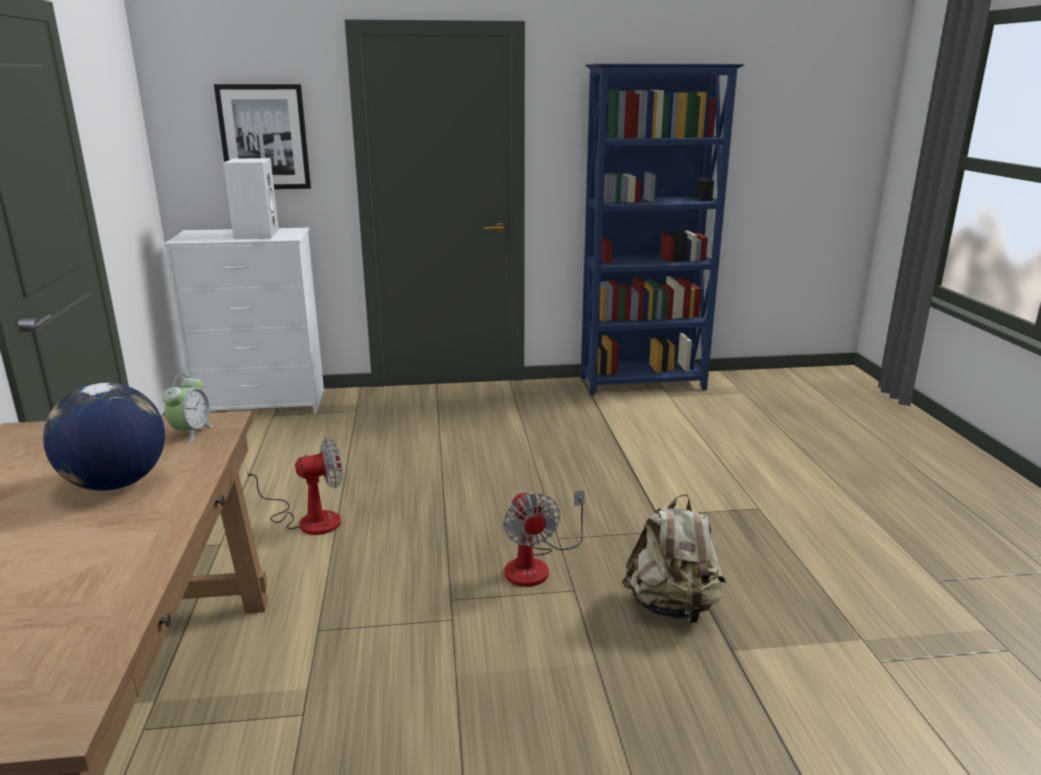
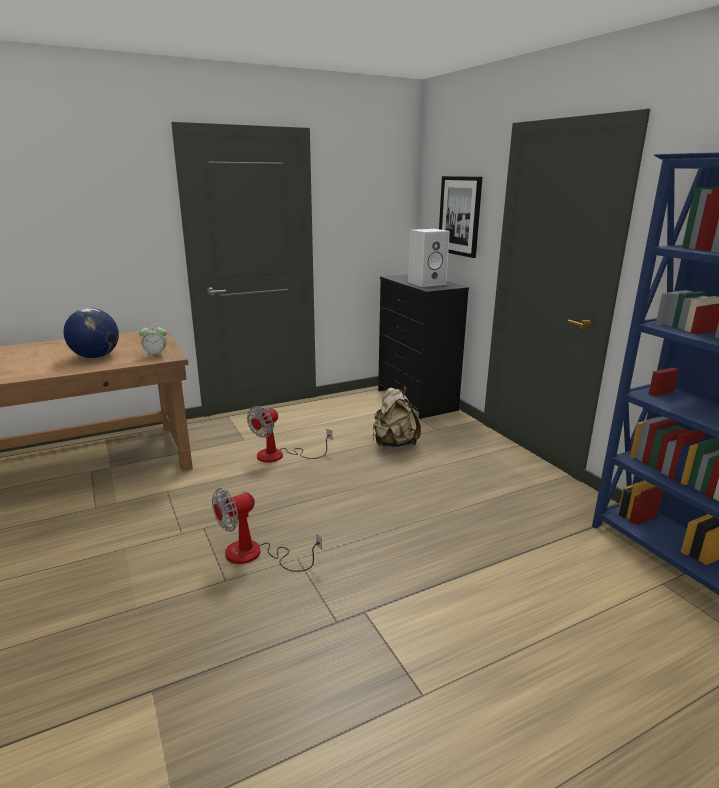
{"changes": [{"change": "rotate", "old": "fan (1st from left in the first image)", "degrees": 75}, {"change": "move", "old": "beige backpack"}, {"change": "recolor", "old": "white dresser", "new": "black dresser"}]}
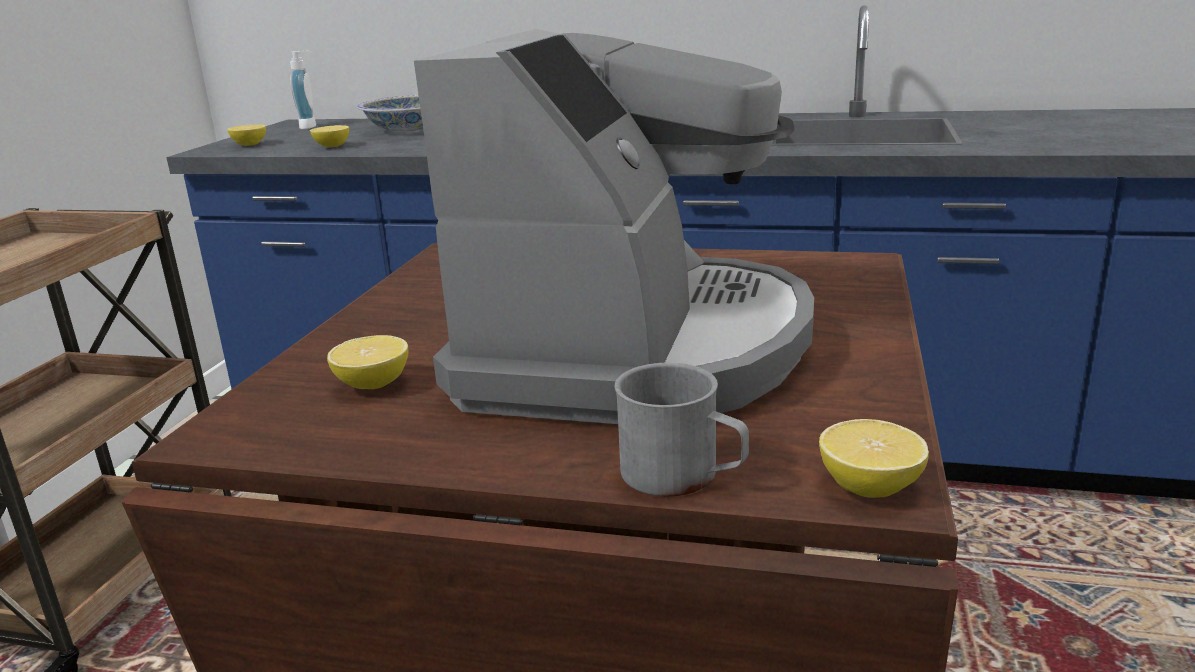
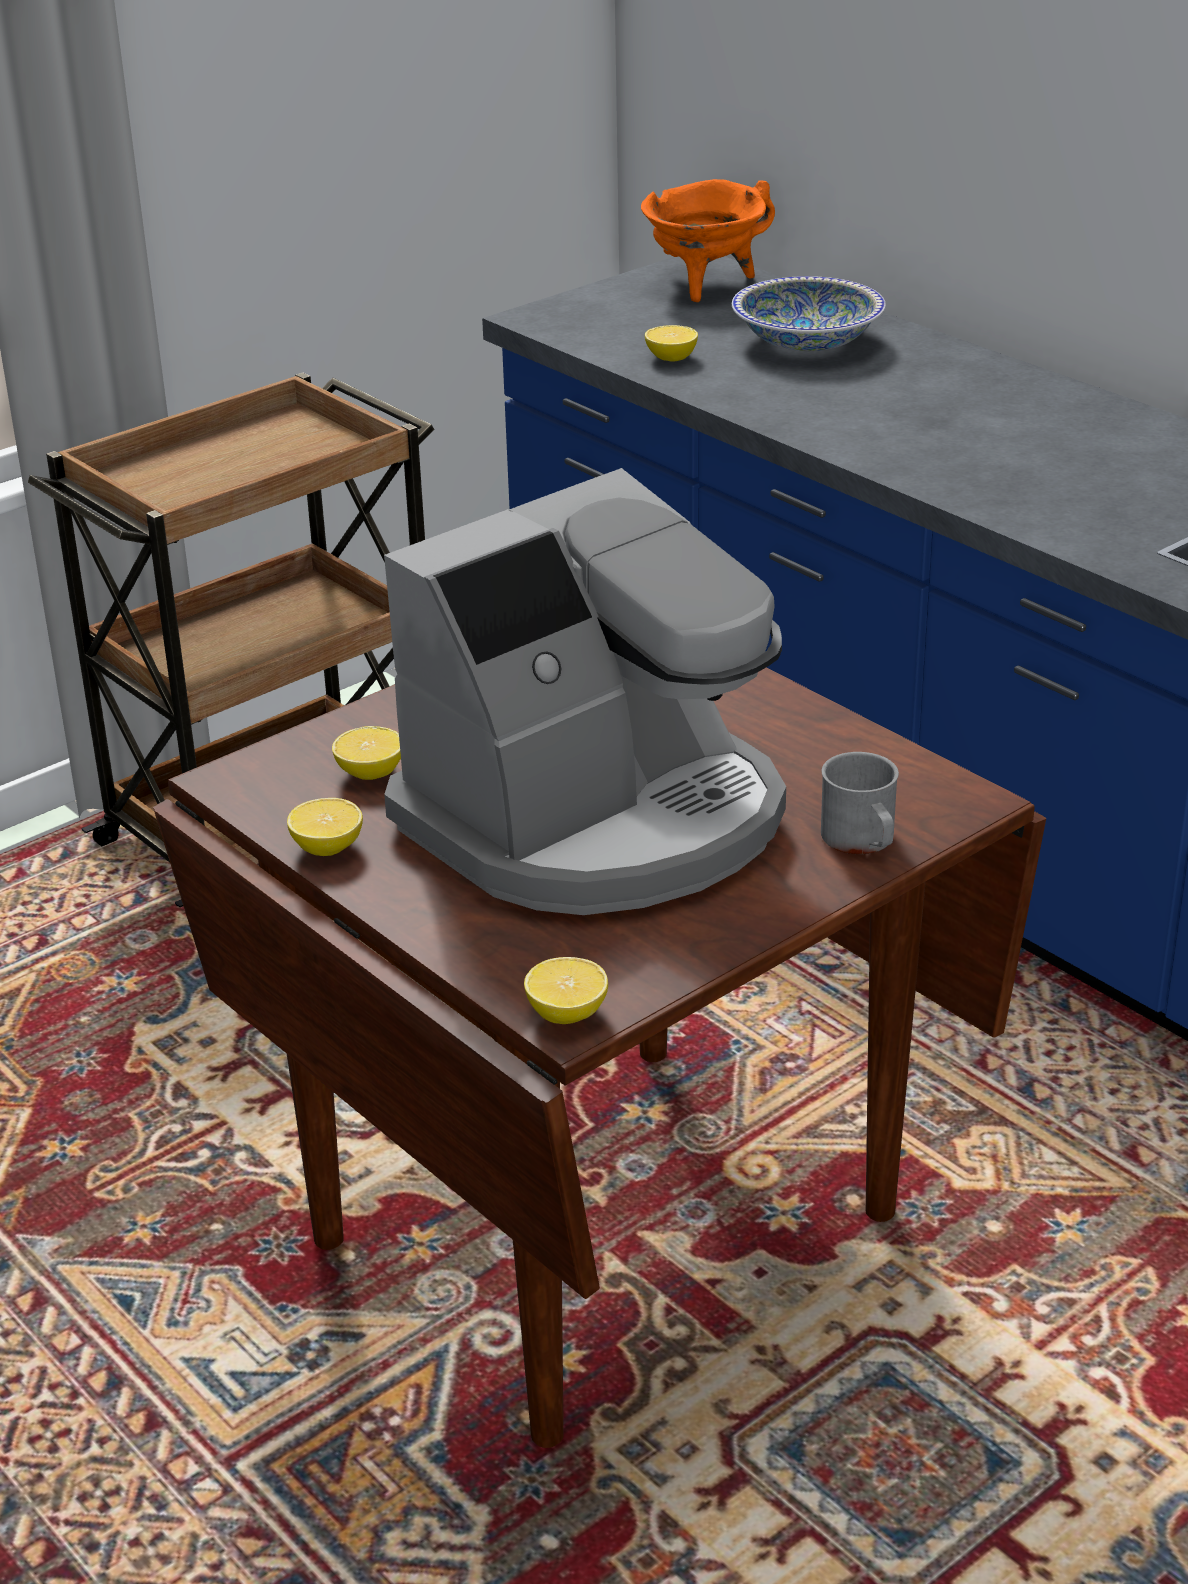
{"changes": [{"change": "move", "old": "lemon (1st from left)"}, {"change": "replace", "old": "soap dispenser", "new": "orange cooking pot"}, {"change": "move", "old": "grey mug"}]}
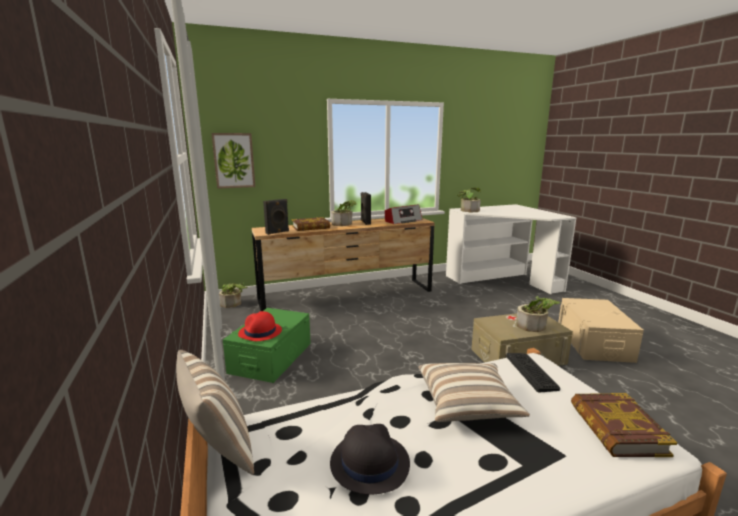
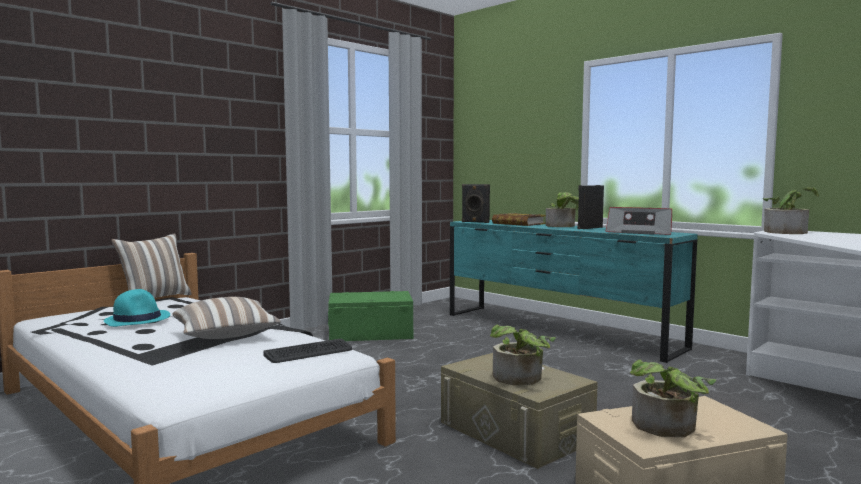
{"changes": [{"change": "recolor", "old": "black hat", "new": "turquoise hat"}, {"change": "recolor", "old": "brown dresser", "new": "turquoise dresser"}, {"change": "move", "old": "potted plant (1st from left in the first image)", "new": "potted plant (3rd from left)"}, {"change": "delete", "old": "picture"}, {"change": "delete", "old": "red hat"}, {"change": "delete", "old": "book (2nd from left)"}]}
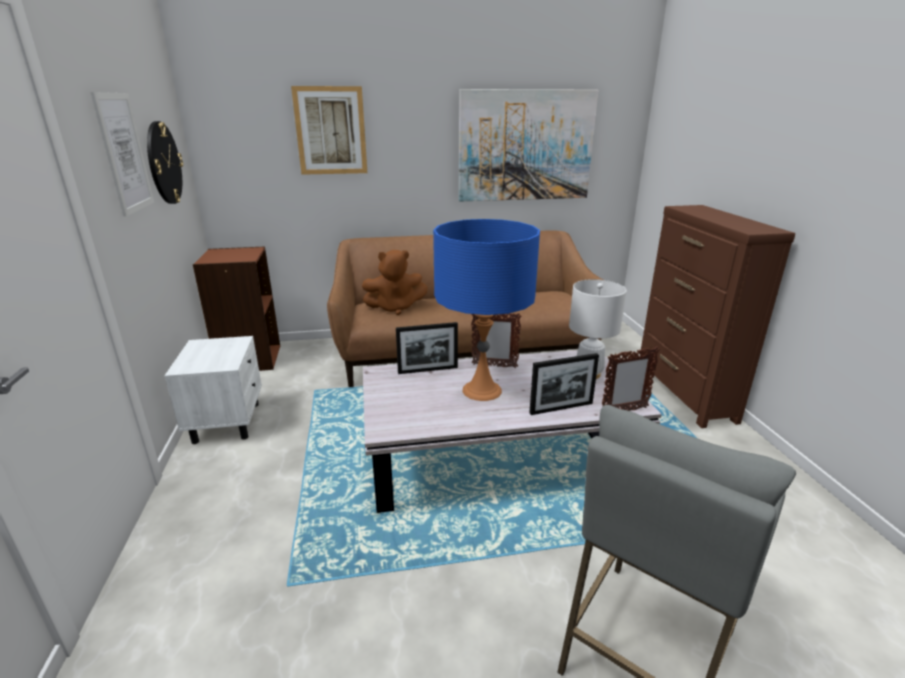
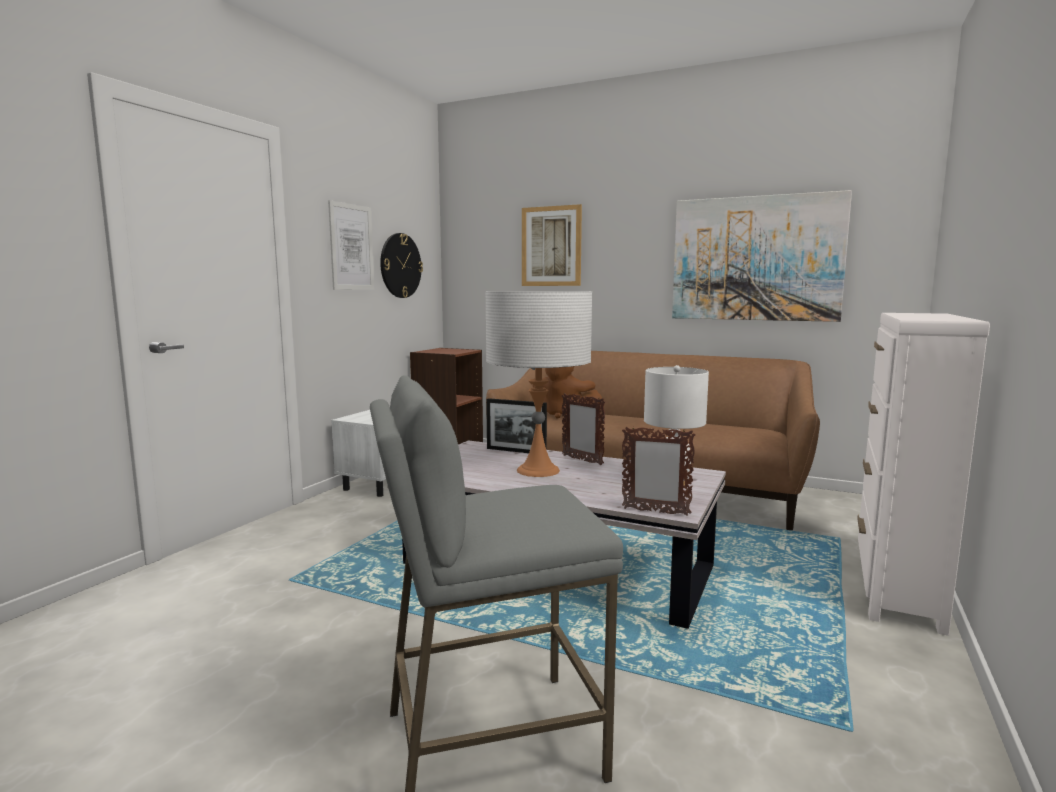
{"changes": [{"change": "recolor", "old": "blue table lamp", "new": "white table lamp (1st from left)"}, {"change": "recolor", "old": "brown dresser", "new": "white dresser"}, {"change": "delete", "old": "picture frame (3rd from left)"}]}
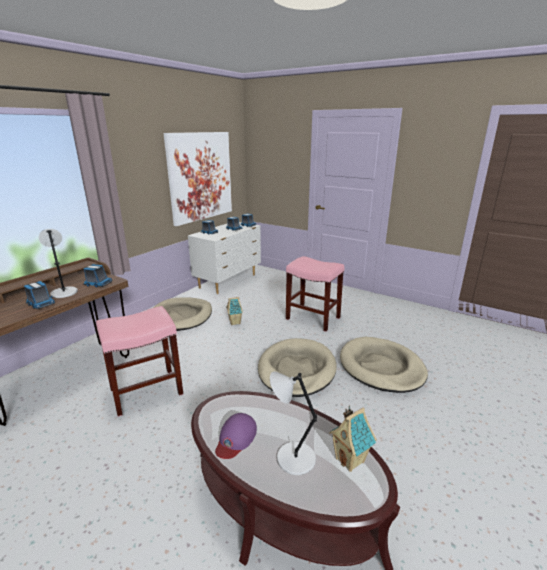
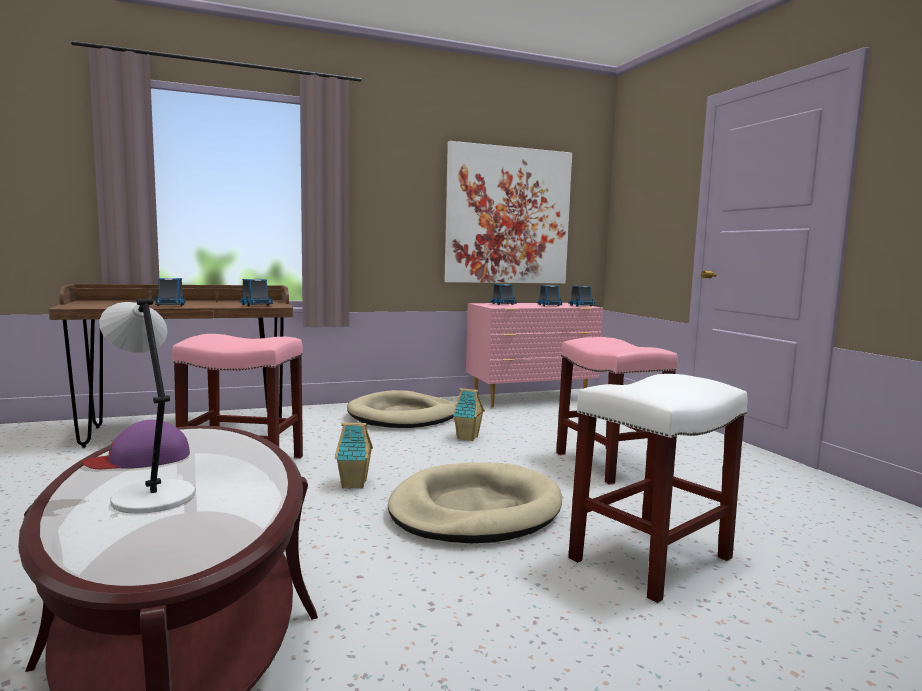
{"changes": [{"change": "move", "old": "toy house (2nd from left in the first image)", "new": "toy house (1st from left)"}, {"change": "recolor", "old": "white dresser", "new": "pink dresser"}, {"change": "replace", "old": "beige dog bed (3rd from left)", "new": "white stool"}, {"change": "delete", "old": "grey table lamp (1st from left)"}]}
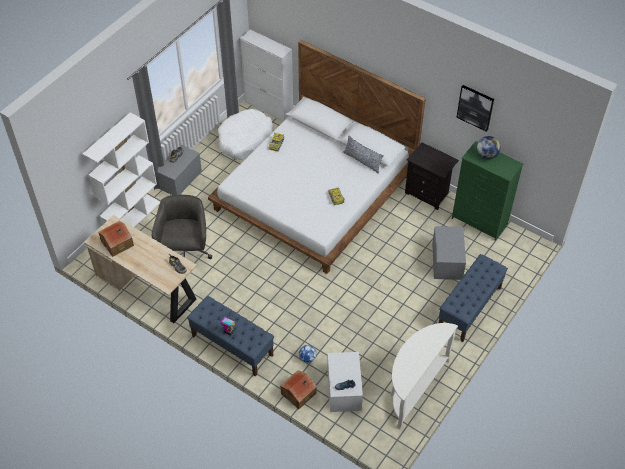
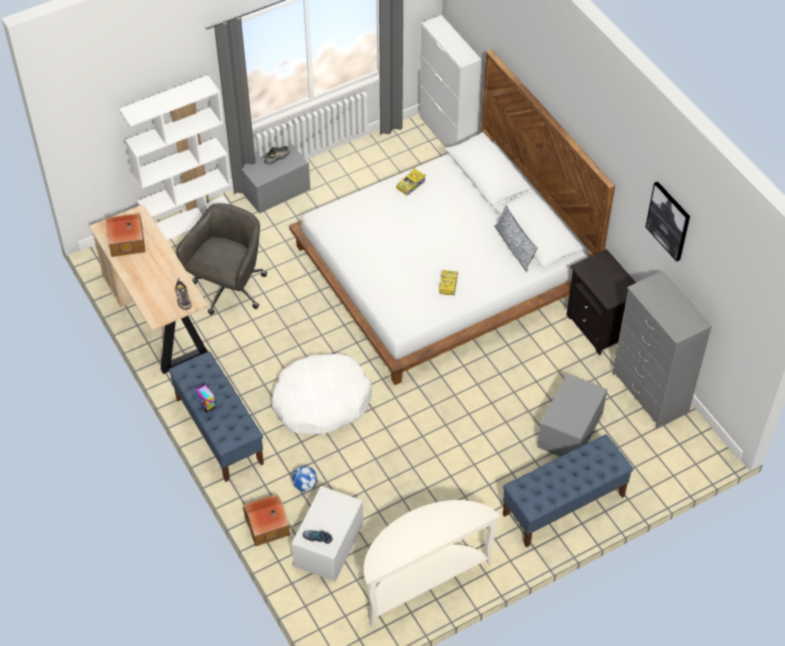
{"changes": [{"change": "move", "old": "white dog bed"}, {"change": "recolor", "old": "green dresser", "new": "grey dresser"}, {"change": "delete", "old": "globe"}]}
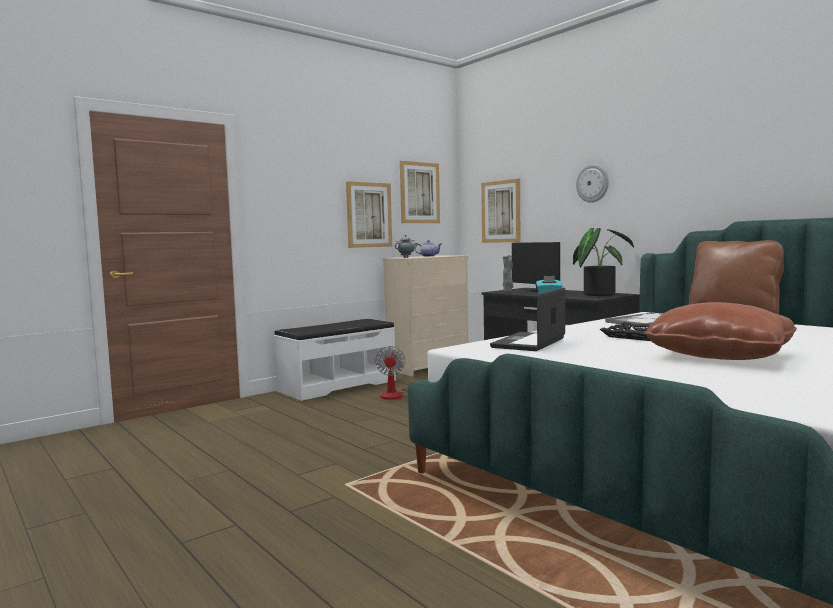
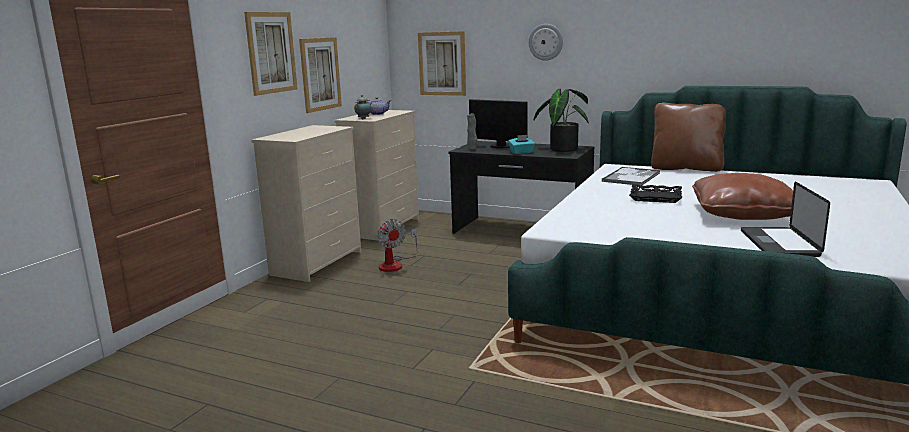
{"changes": [{"change": "move", "old": "picture (2nd from left in the first image)", "new": "picture (1st from left)"}, {"change": "replace", "old": "white bench", "new": "beige dresser (1st from left)"}, {"change": "move", "old": "laptop"}]}
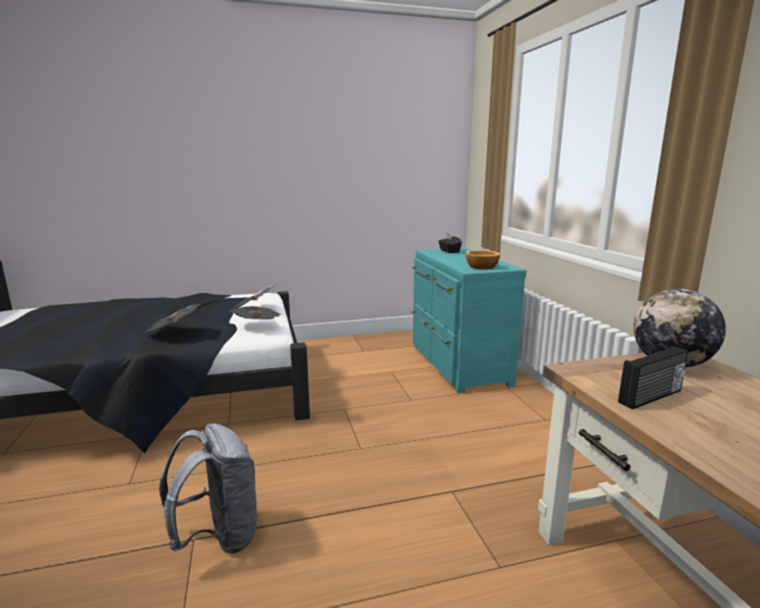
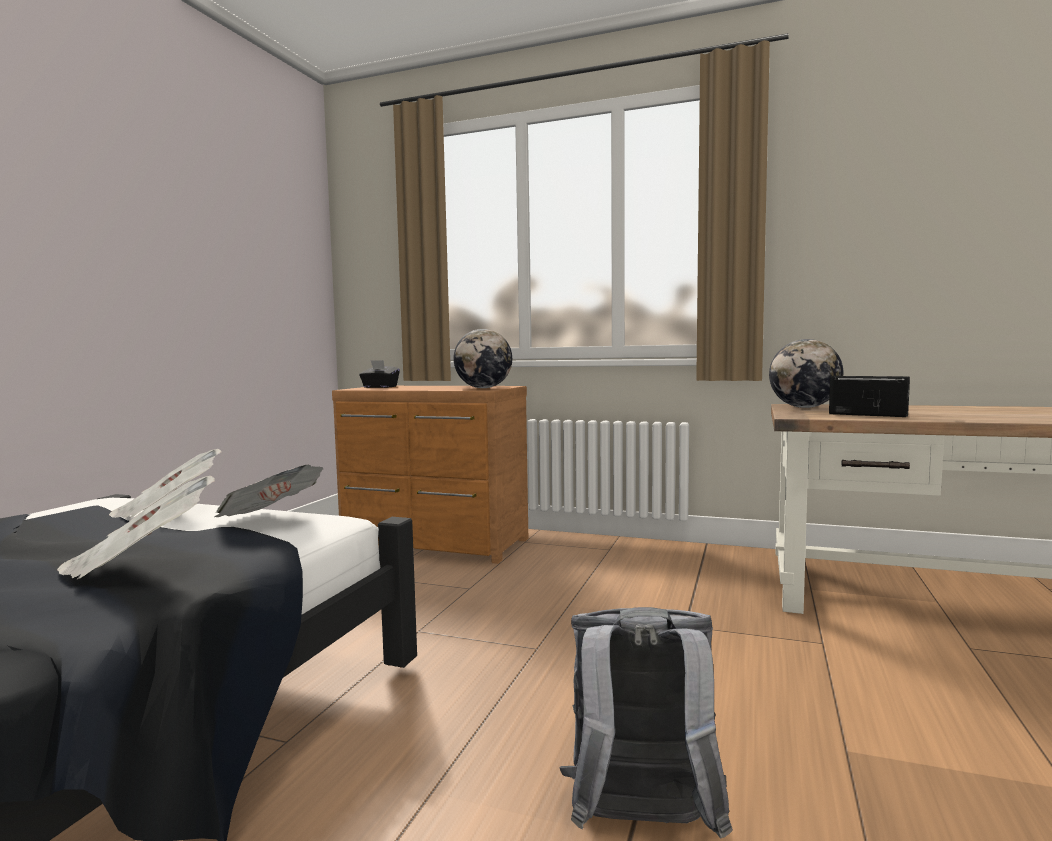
{"changes": [{"change": "recolor", "old": "turquoise dresser", "new": "brown dresser"}, {"change": "replace", "old": "bowl", "new": "globe (1st from left)"}, {"change": "rotate", "old": "radio", "degrees": -60}]}
